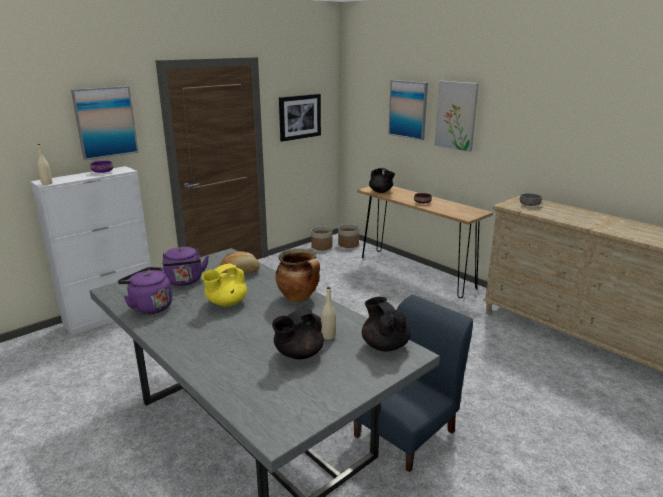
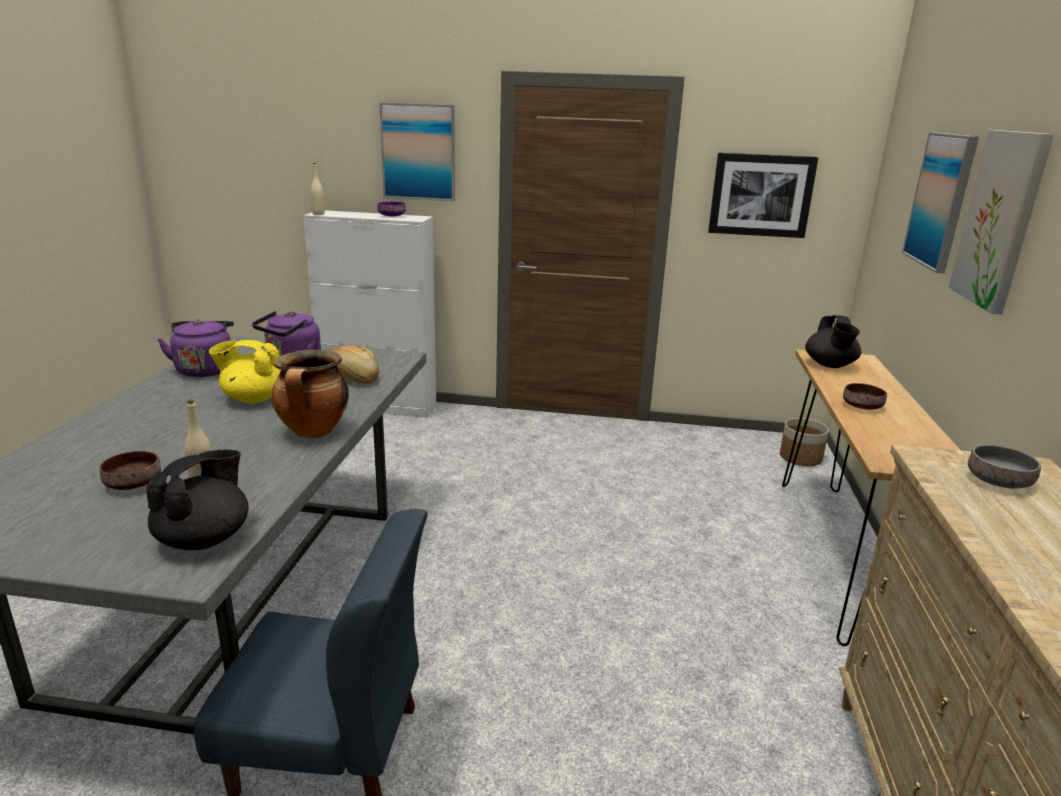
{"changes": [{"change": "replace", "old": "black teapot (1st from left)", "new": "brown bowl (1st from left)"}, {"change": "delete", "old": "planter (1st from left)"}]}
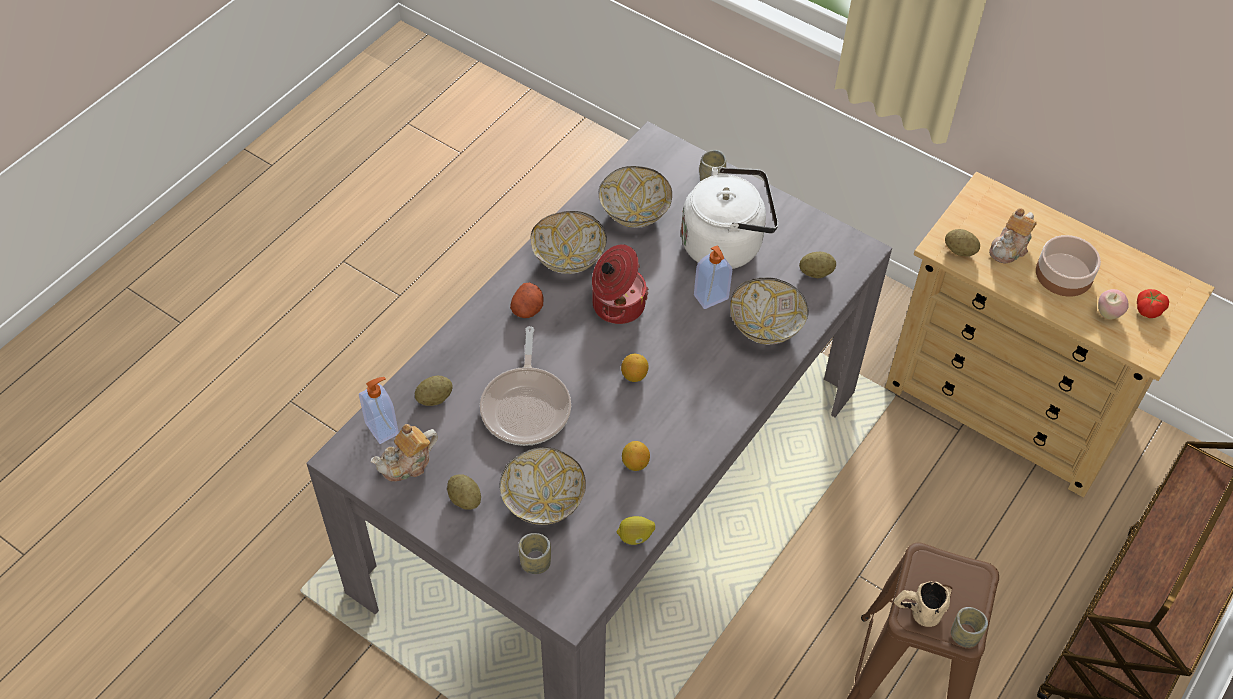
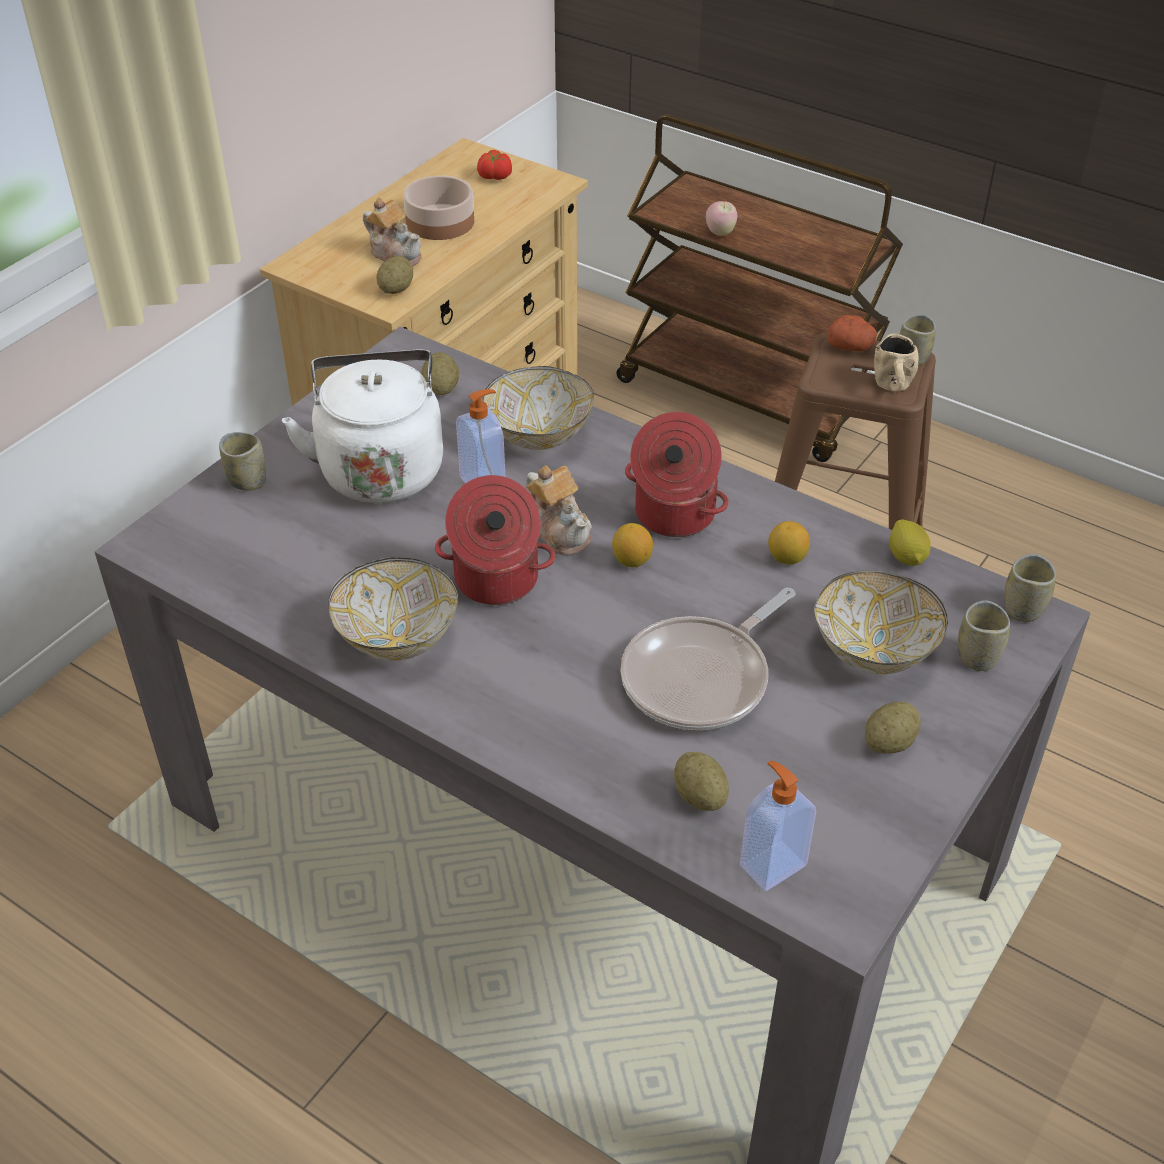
{"changes": [{"change": "move", "old": "teapot (1st from left in the first image)", "new": "teapot (2nd from left)"}, {"change": "rotate", "old": "frying pan", "degrees": 135}, {"change": "insert", "new": "cooking pot (2nd from left)"}, {"change": "move", "old": "apple"}, {"change": "move", "old": "potato (3rd from left in the first image)", "new": "potato (4th from left)"}, {"change": "insert", "new": "cup (4th from left)"}, {"change": "delete", "old": "bowl (3rd from left)"}]}
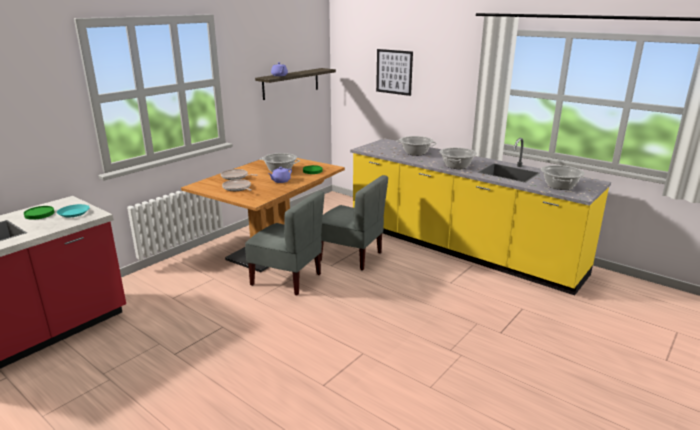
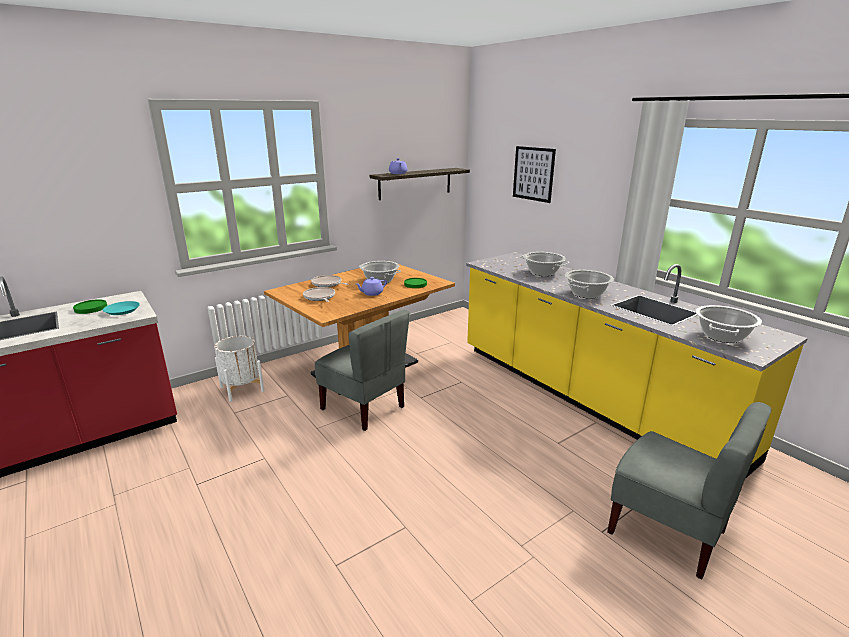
{"changes": [{"change": "insert", "new": "white planter"}, {"change": "move", "old": "grey chair (2nd from left)"}]}
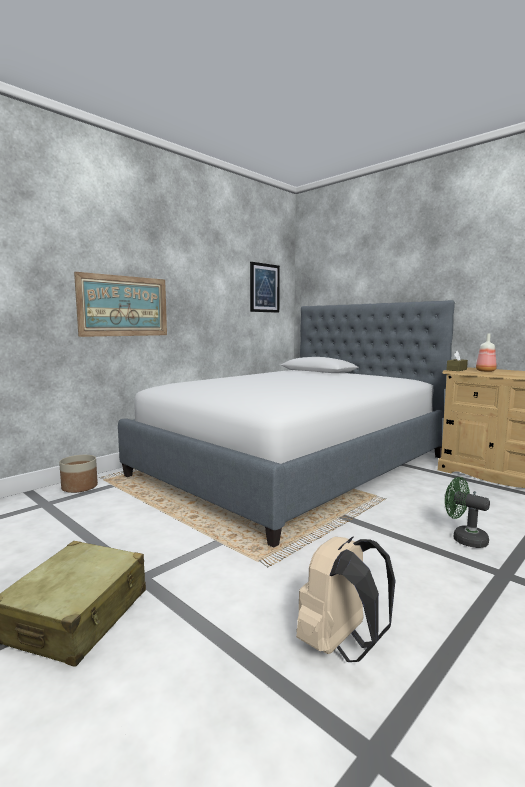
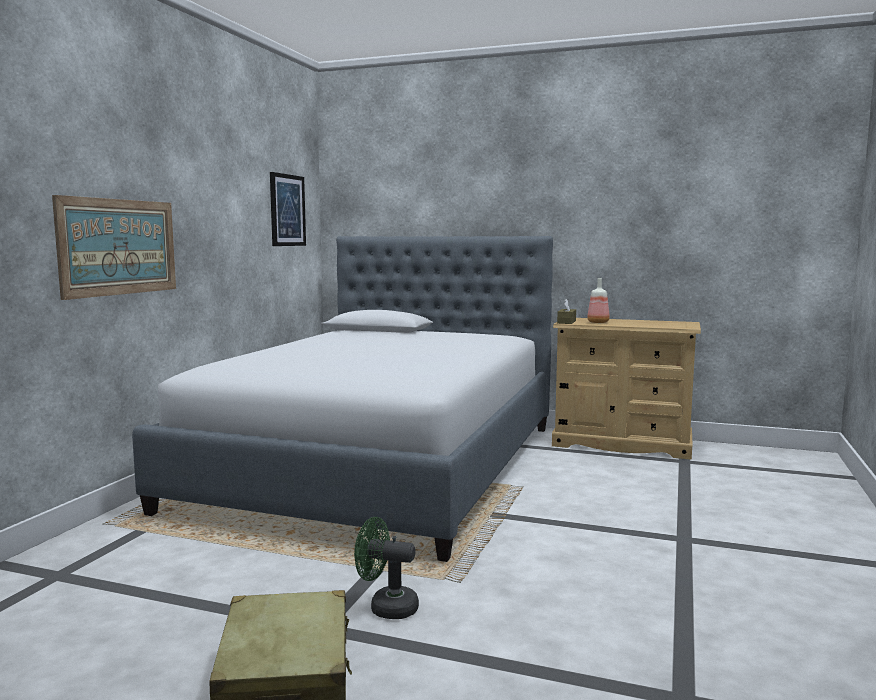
{"changes": [{"change": "move", "old": "green fan"}, {"change": "delete", "old": "planter"}, {"change": "delete", "old": "beige backpack"}]}
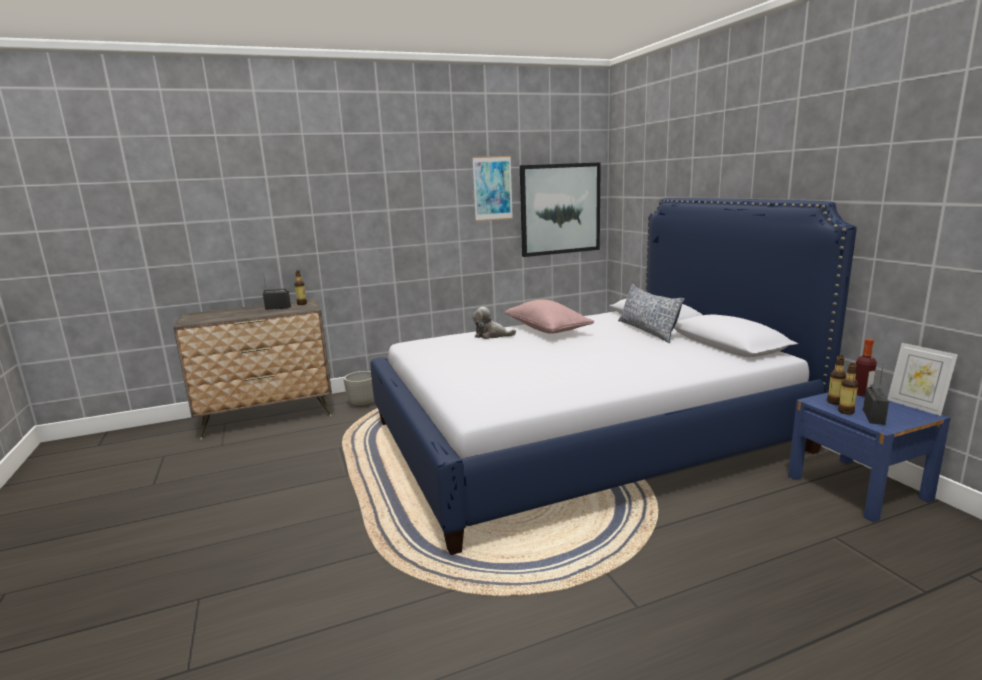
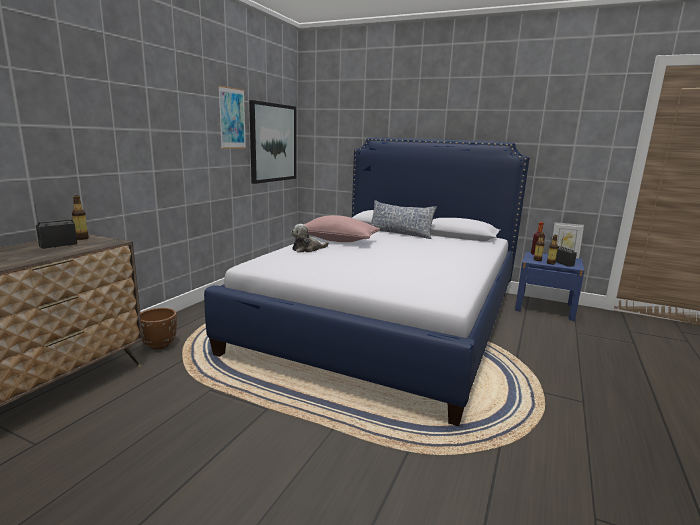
{"changes": [{"change": "recolor", "old": "grey planter", "new": "brown planter"}]}
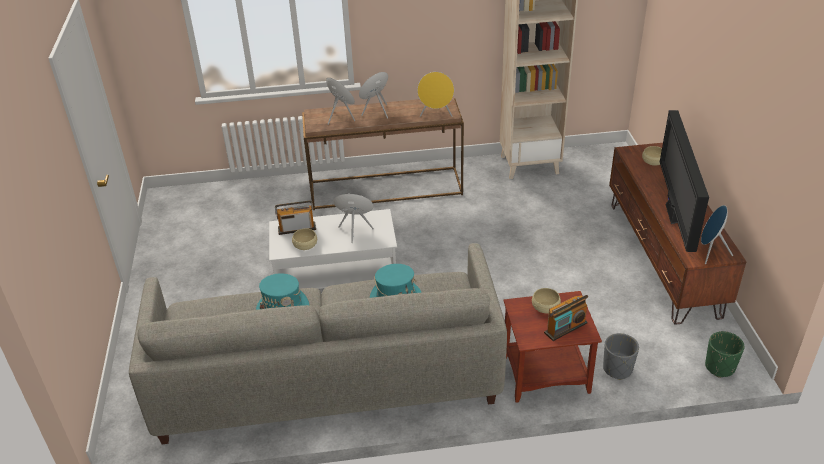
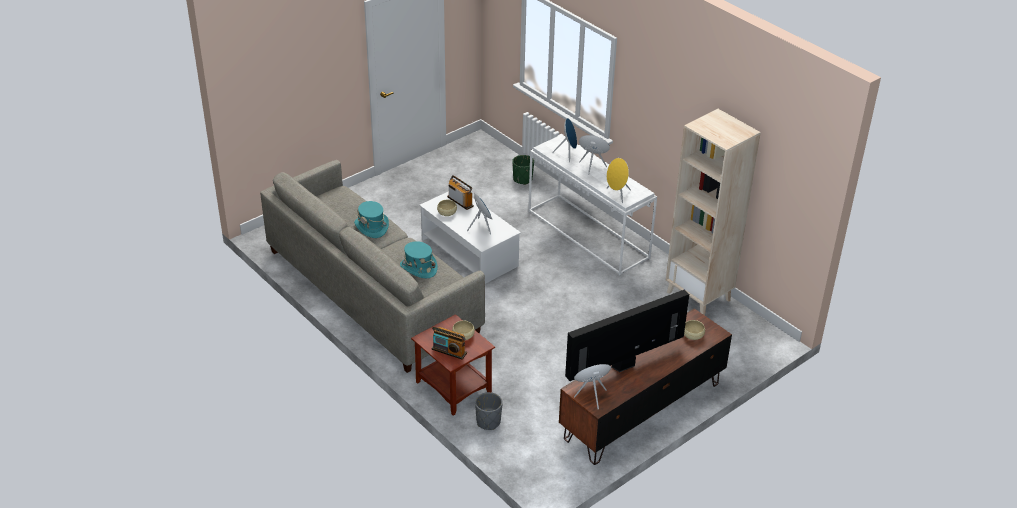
{"changes": [{"change": "move", "old": "green planter"}, {"change": "recolor", "old": "brown console table", "new": "white console table"}]}
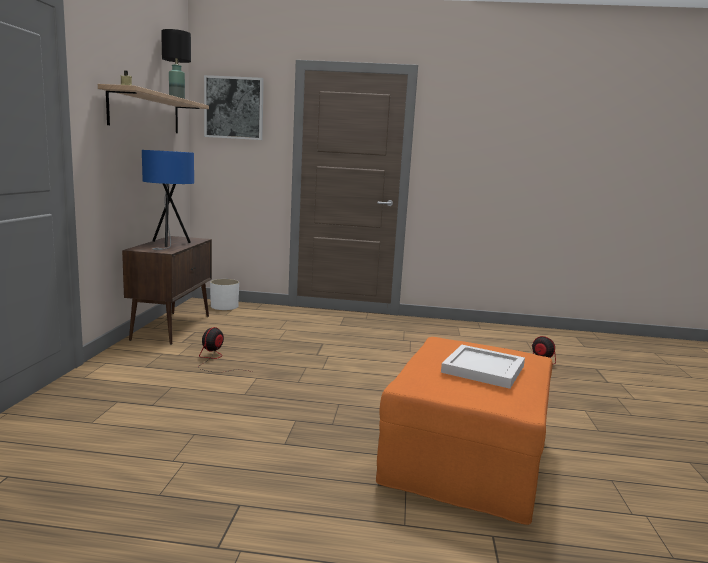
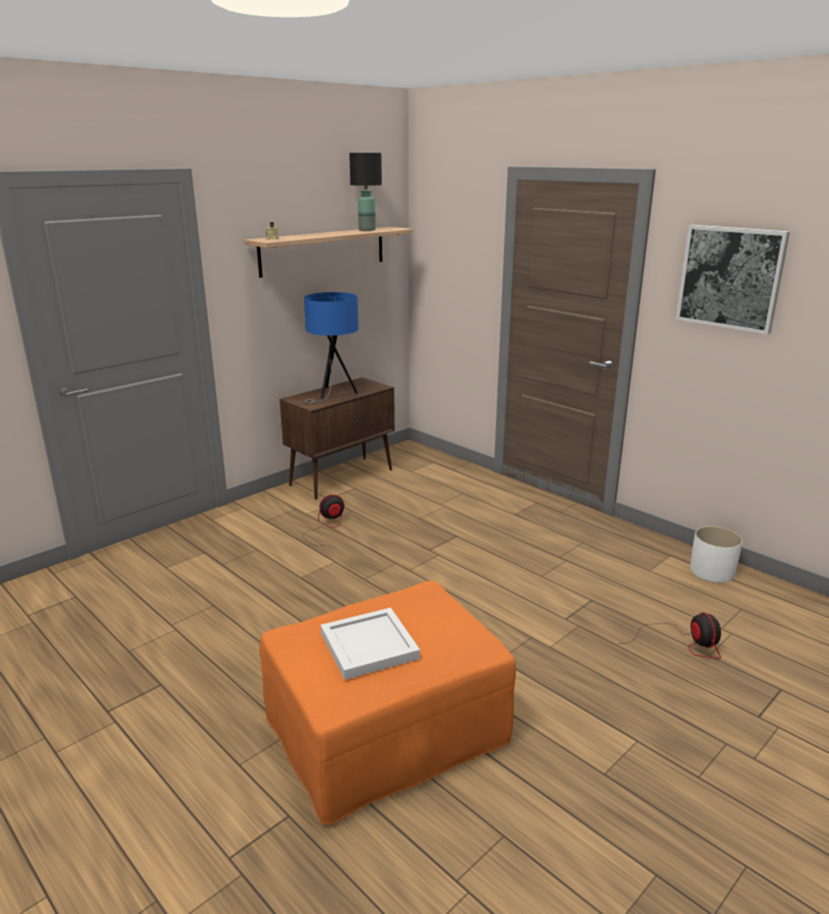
{"changes": [{"change": "move", "old": "picture"}, {"change": "move", "old": "white planter"}]}
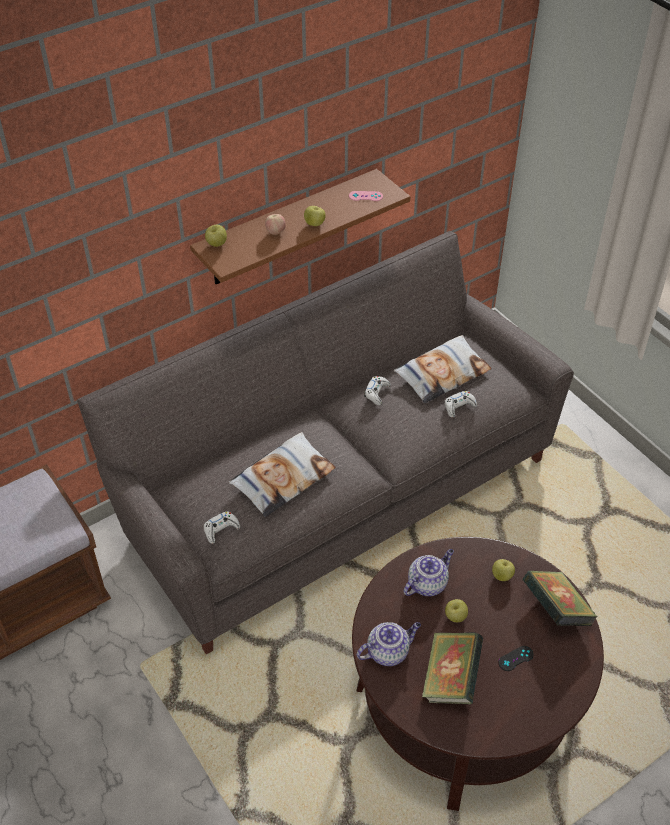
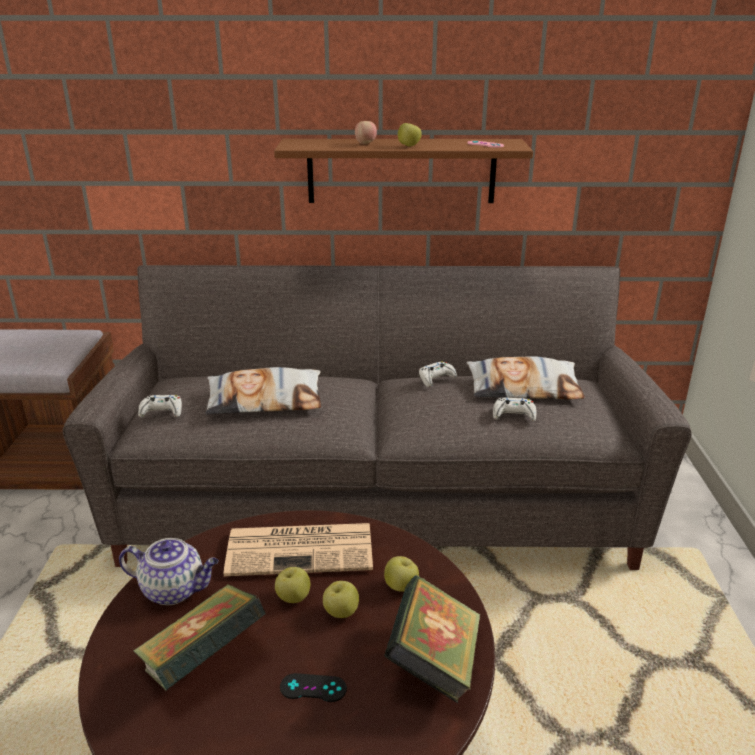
{"changes": [{"change": "replace", "old": "teapot (2nd from left)", "new": "newspaper"}, {"change": "move", "old": "apple (1st from left in the first image)", "new": "apple (2nd from left)"}]}
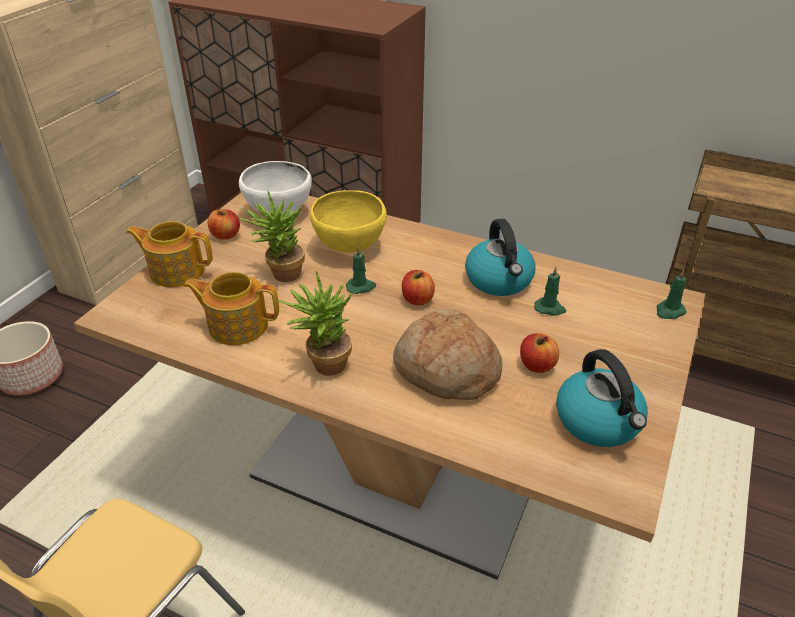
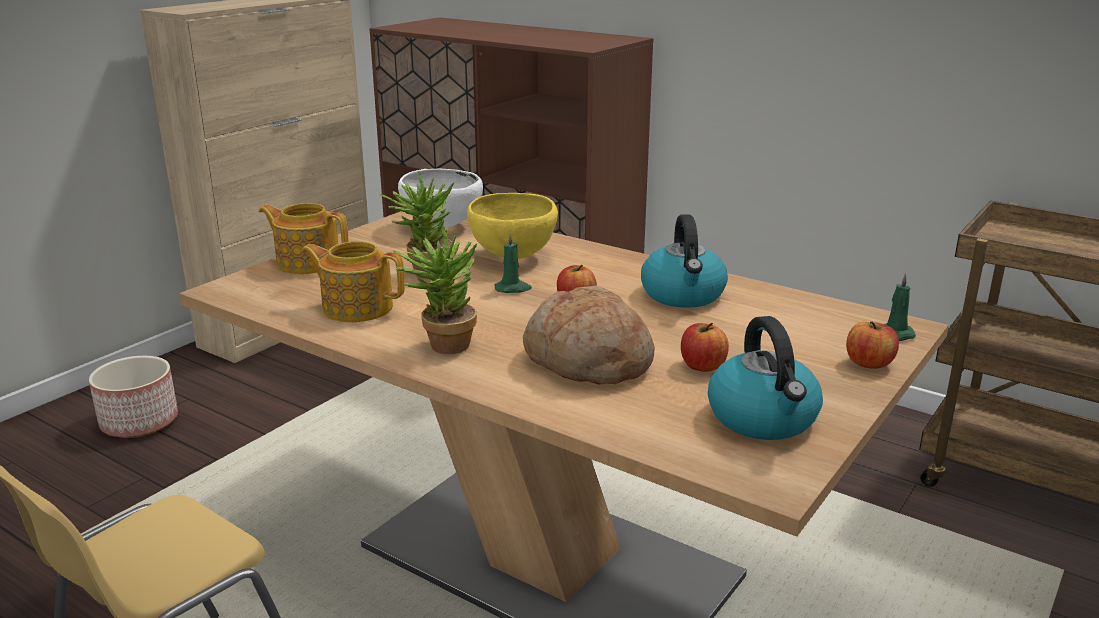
{"changes": [{"change": "move", "old": "apple (1st from left in the first image)", "new": "apple (3rd from left)"}, {"change": "delete", "old": "green candle (2nd from left)"}]}
